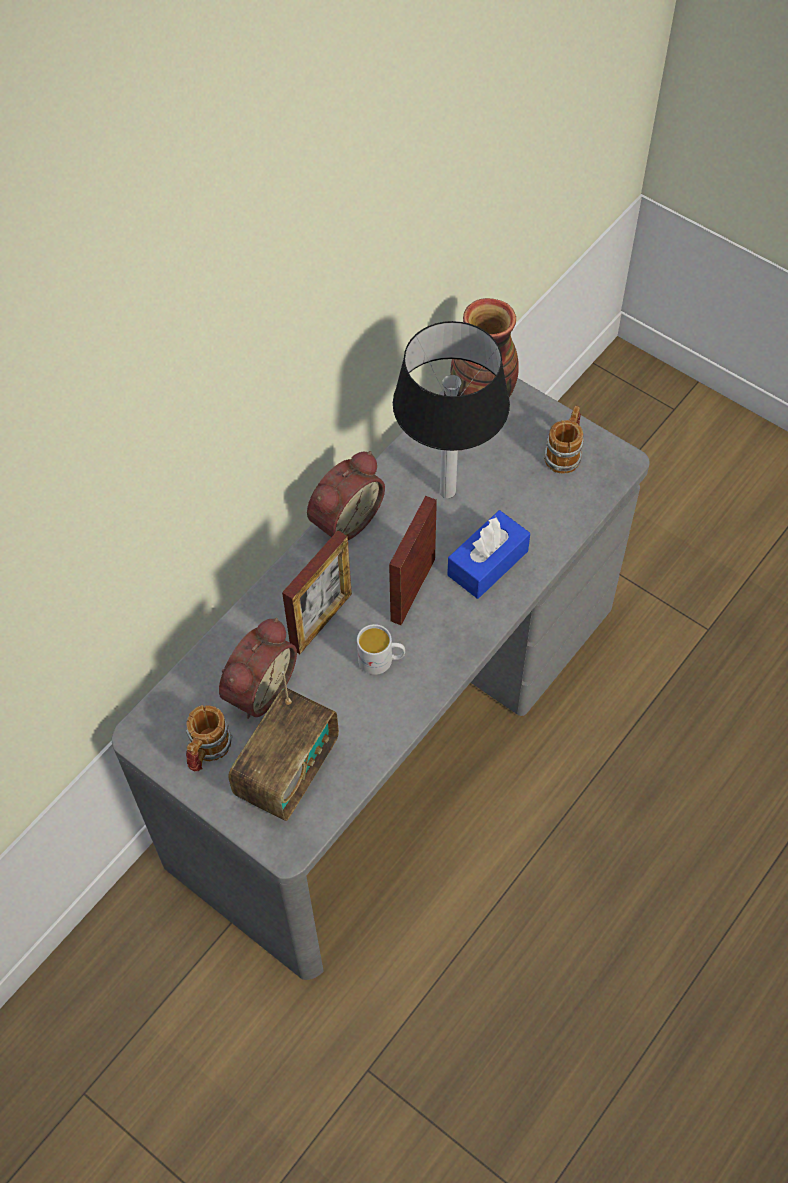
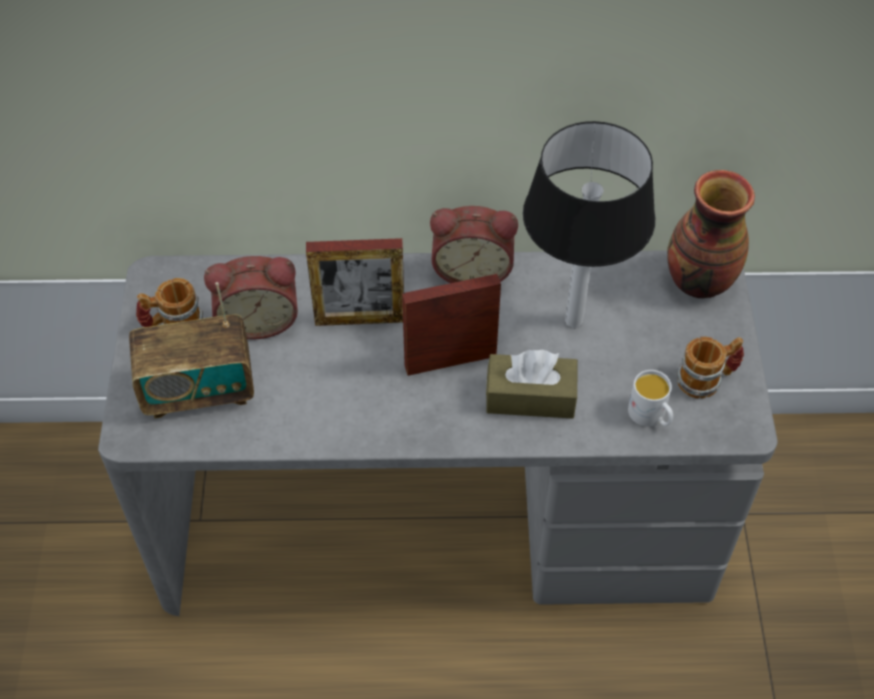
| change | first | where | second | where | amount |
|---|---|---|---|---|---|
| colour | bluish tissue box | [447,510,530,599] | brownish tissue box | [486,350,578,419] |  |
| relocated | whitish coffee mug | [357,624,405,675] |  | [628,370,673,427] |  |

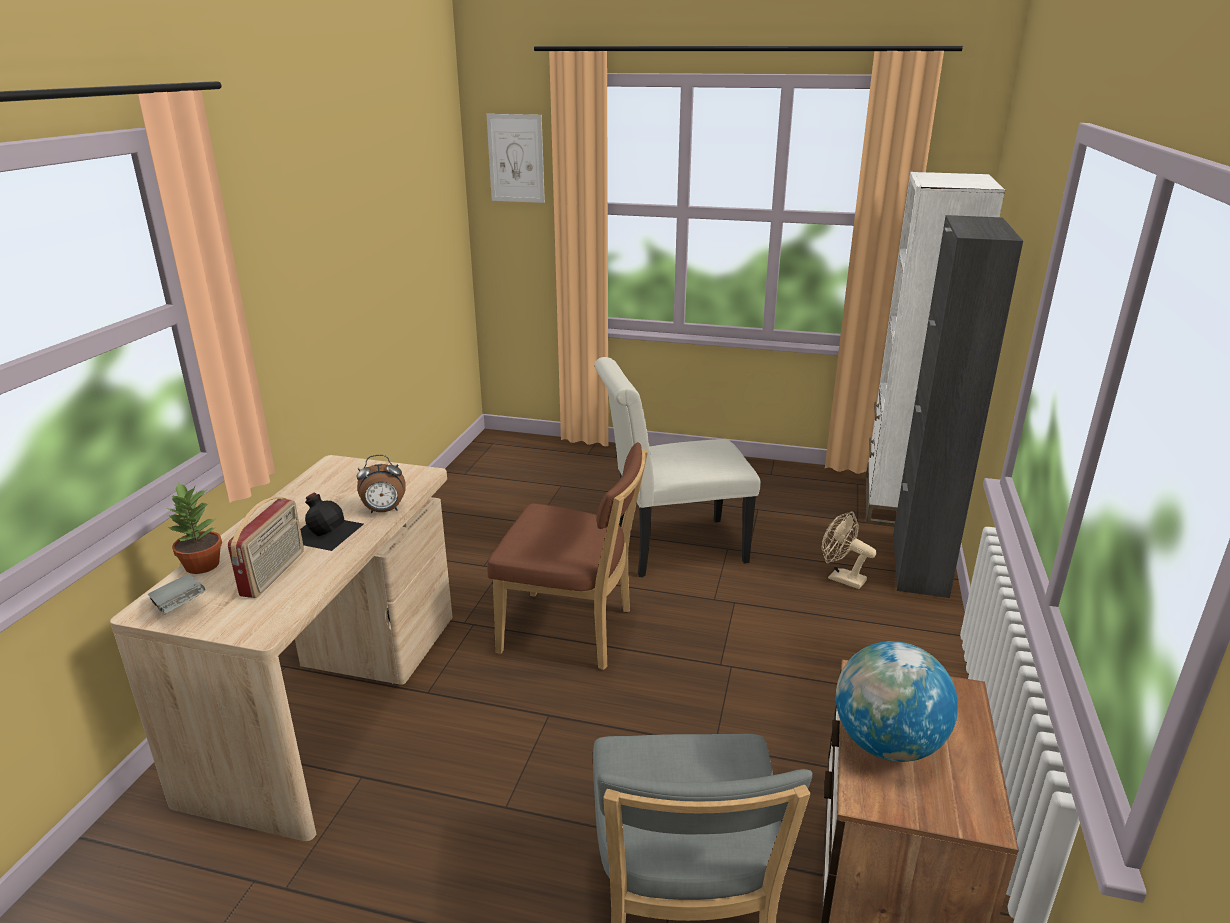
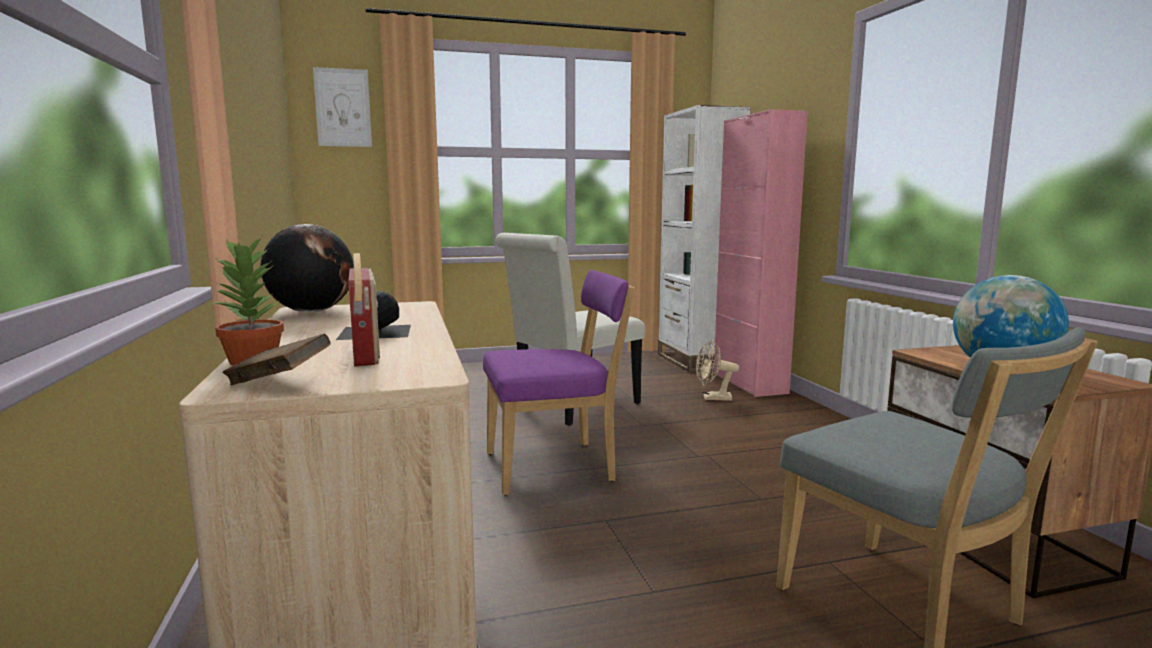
| change | first | where | second | where | amount |
|---|---|---|---|---|---|
| colour | black-coloured cabinet | [893,215,1023,598] | pink-coloured cabinet | [714,109,808,397] |  |
| colour | brownish upright chair | [487,442,648,670] | purple upright chair | [483,270,635,495] |  |
| missing | table clock | [356,455,406,514] |  |  |  |
| colour | grey volume | [148,575,206,614] | brownish volume | [222,334,330,386] |  |
| appeared |  |  | globe | [261,224,354,312] |  |

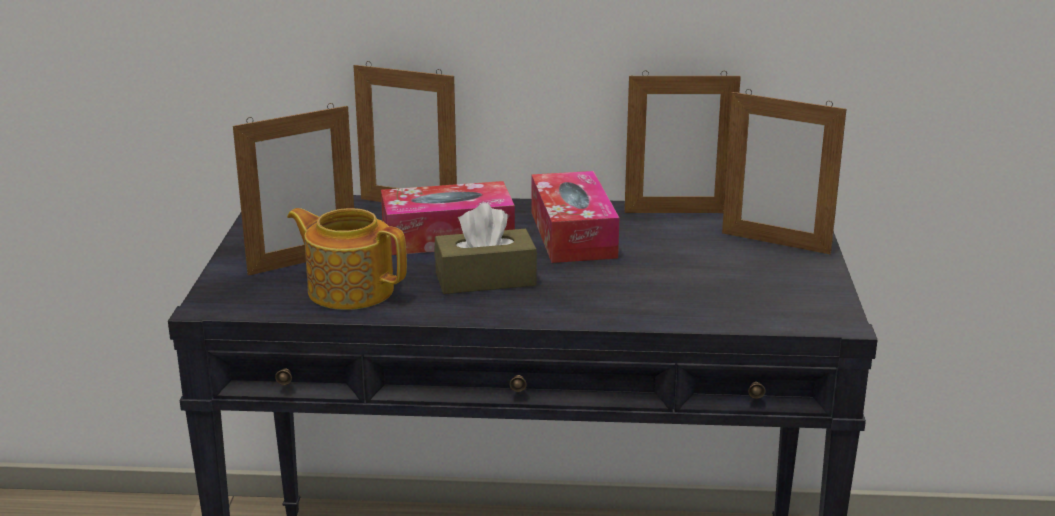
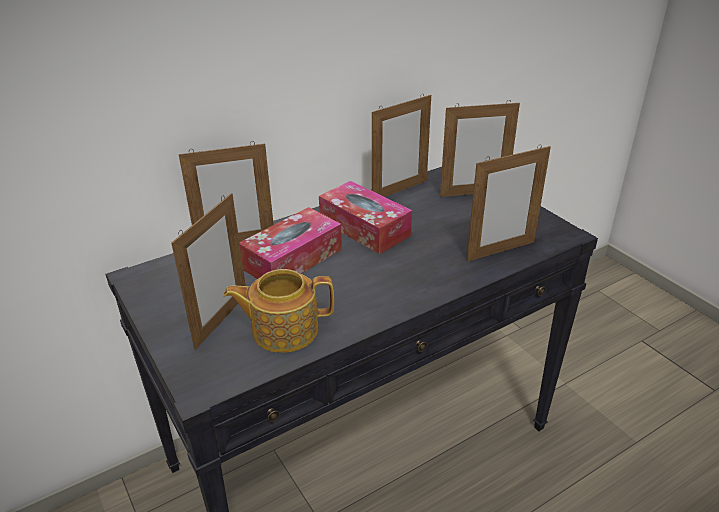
| change | first | where | second | where | amount |
|---|---|---|---|---|---|
| missing | brownish tissue box | [435,203,537,294] |  |  |  |
| appeared |  |  | photo frame | [467,145,551,262] |  |

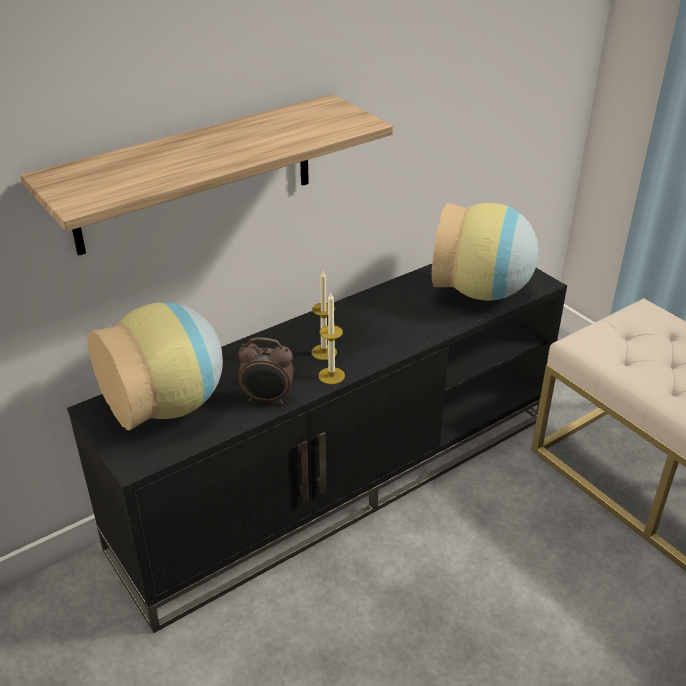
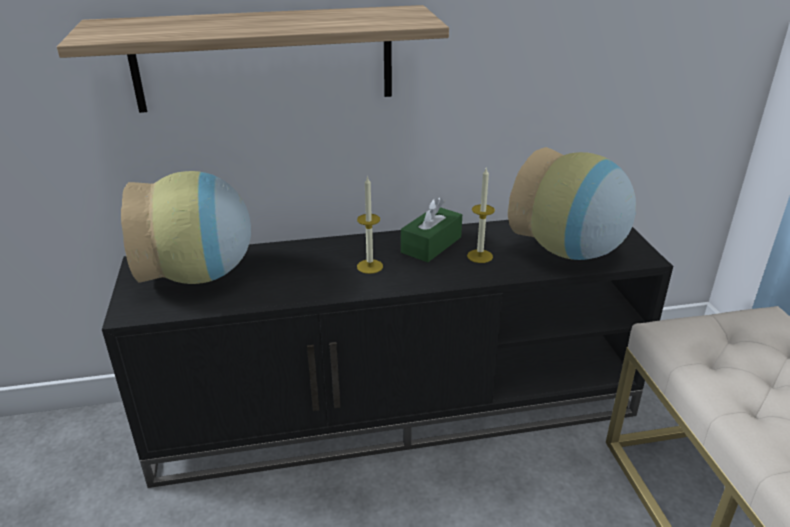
| change | first | where | second | where | amount |
|---|---|---|---|---|---|
| relocated | candle | [318,293,345,384] |  | [467,168,495,263] |  |
| missing | table clock | [238,338,293,404] |  |  |  |
| appeared |  |  | green tissue box | [401,197,462,262] |  |

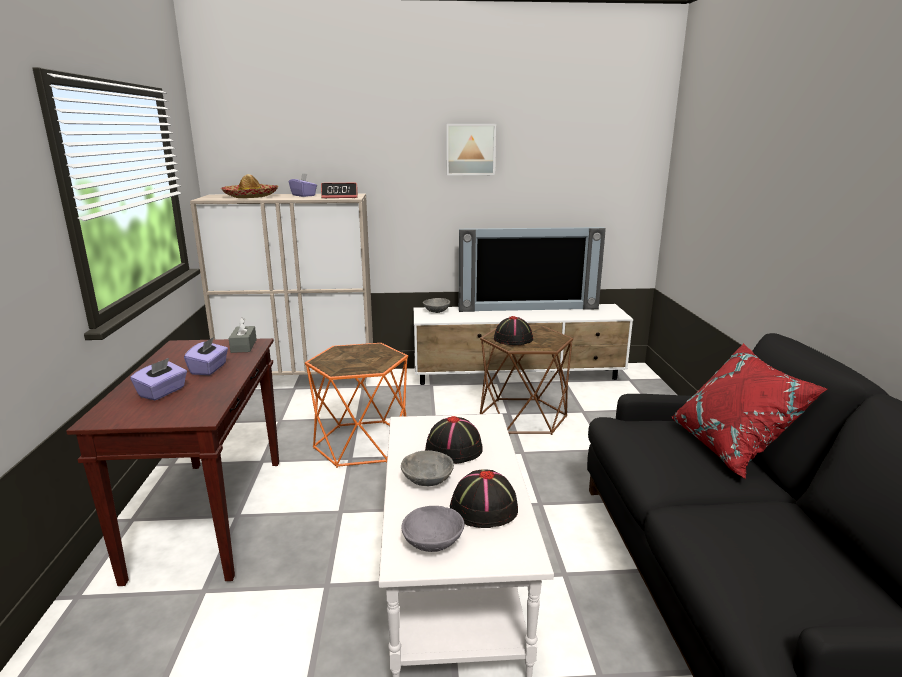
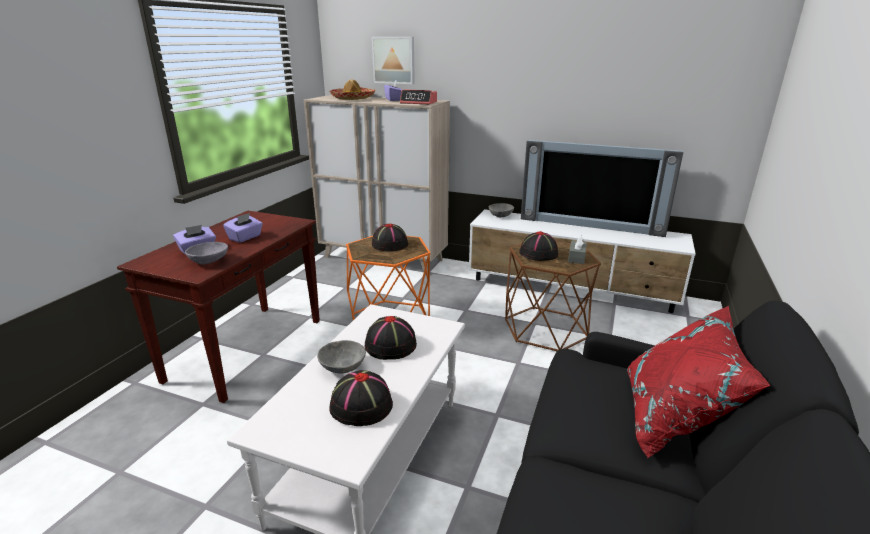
| change | first | where | second | where | amount |
|---|---|---|---|---|---|
| relocated | picture | [446,124,496,175] |  | [372,37,415,84] |  |
| relocated | grey tissue box | [229,317,257,353] |  | [568,235,587,264] |  |
| relocated | grey bowl | [401,506,464,552] |  | [185,242,228,265] |  |
| appeared |  |  | black-coloured hat | [372,224,408,251] |  |

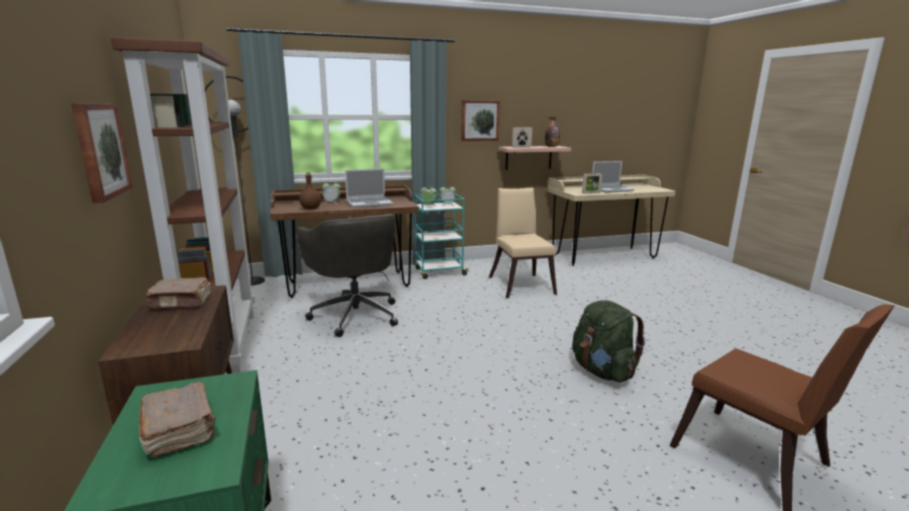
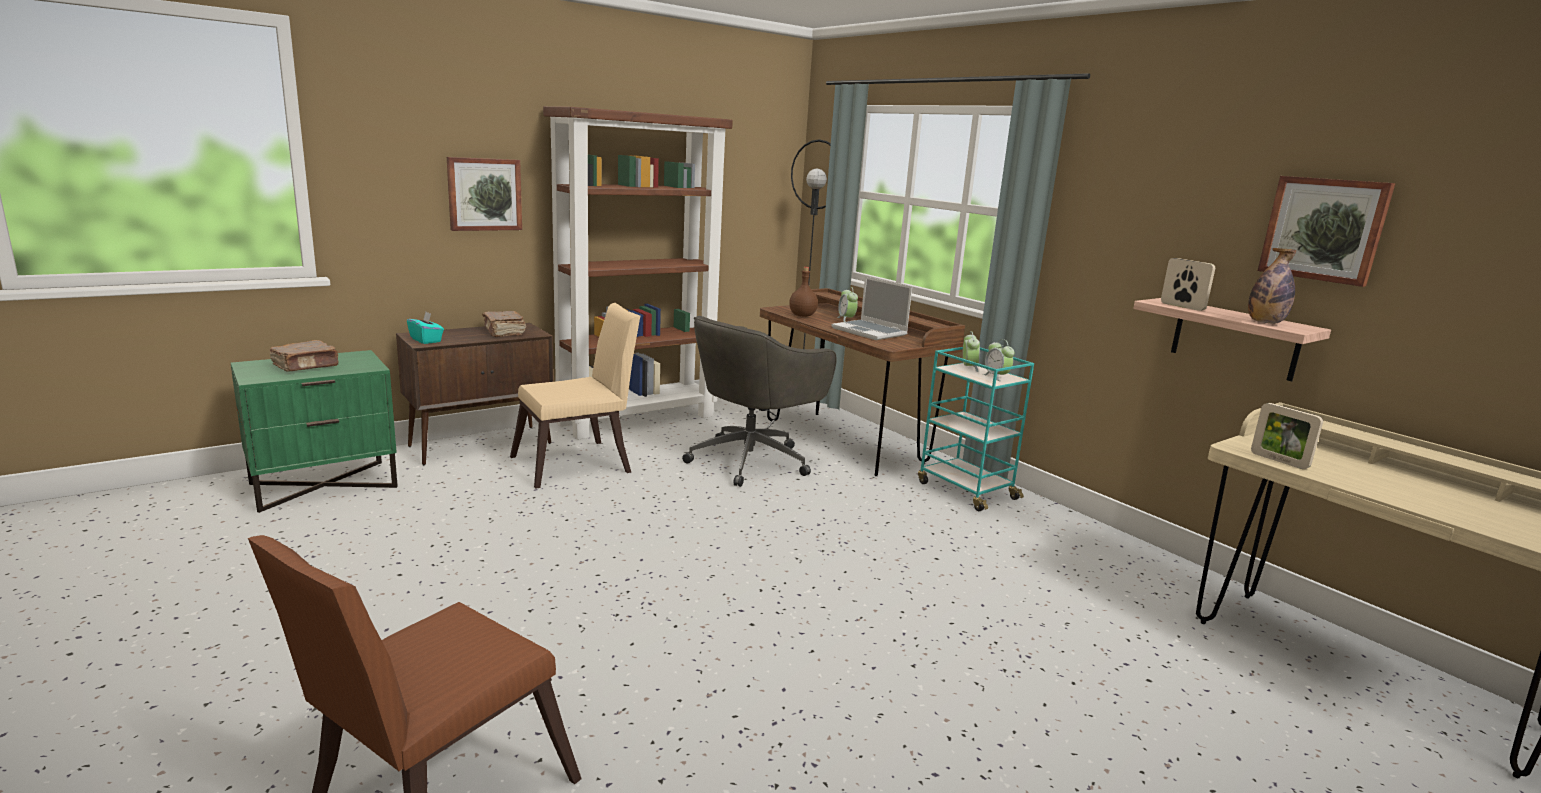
| change | first | where | second | where | amount |
|---|---|---|---|---|---|
| relocated | picture | [461,100,500,141] |  | [1258,176,1395,287] |  |
| missing | notebook computer | [592,161,634,193] |  |  |  |
| relocated | beige upright chair | [489,187,557,298] |  | [510,303,640,489] |  |
| missing | green rucksack | [572,300,645,382] |  |  |  |
| appeared |  |  | turquoise-coloured tissue box | [407,312,444,344] |  |

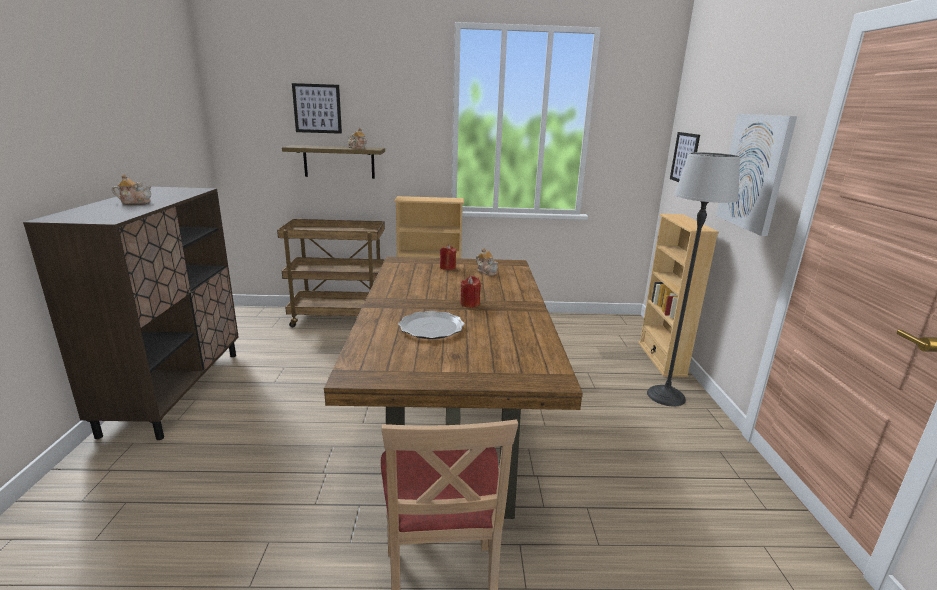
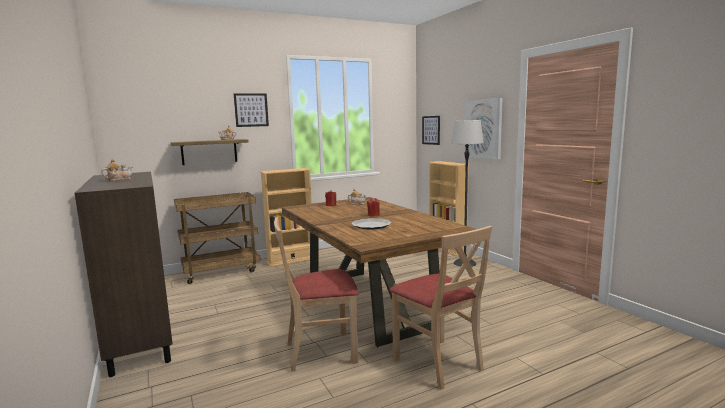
| change | first | where | second | where | amount |
|---|---|---|---|---|---|
| relocated | picture | [292,83,342,134] |  | [233,93,269,127] |  |
| appeared |  |  | beige upright chair | [274,217,359,371] |  |

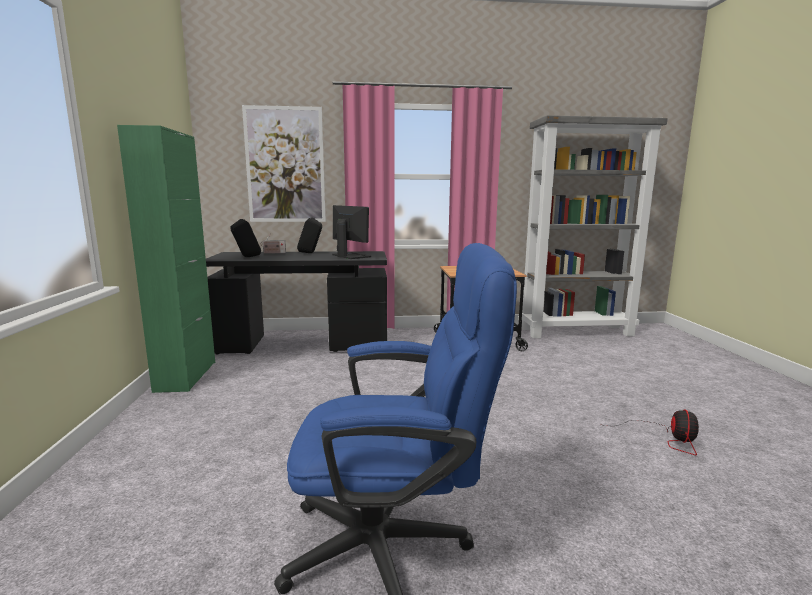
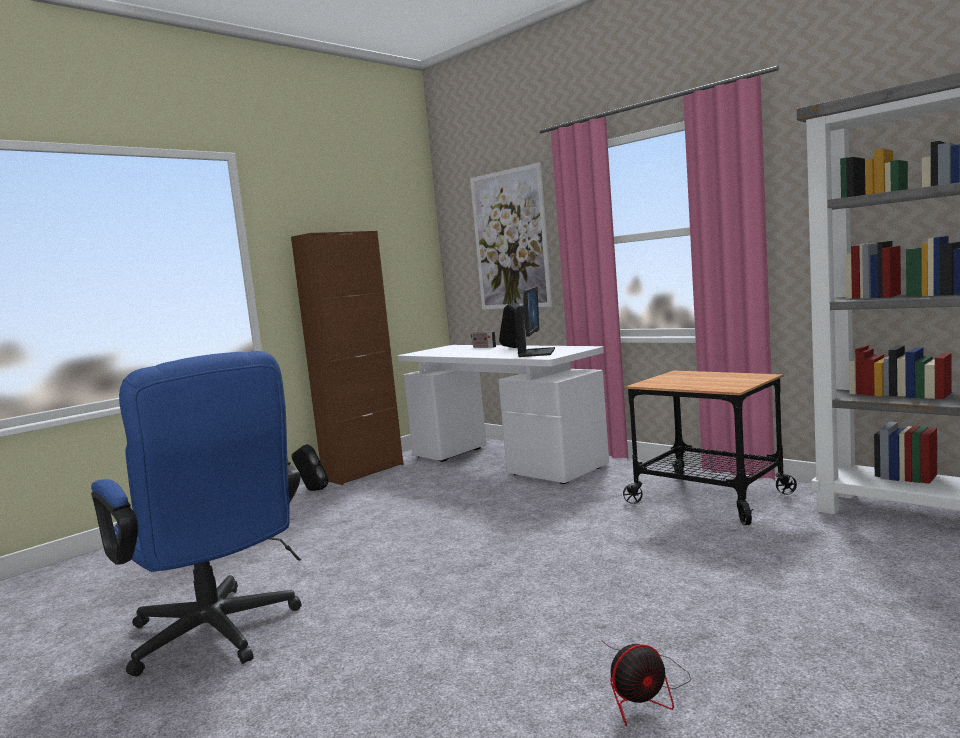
| change | first | where | second | where | amount |
|---|---|---|---|---|---|
| colour | green cabinet | [117,125,215,393] | brownish cabinet | [291,231,404,485] |  |
| relocated | black-coloured loudspeaker | [231,219,261,257] |  | [291,444,329,491] |  |
| colour | black-coloured desk | [206,251,387,355] | whitish desk | [397,345,609,484] |  |

